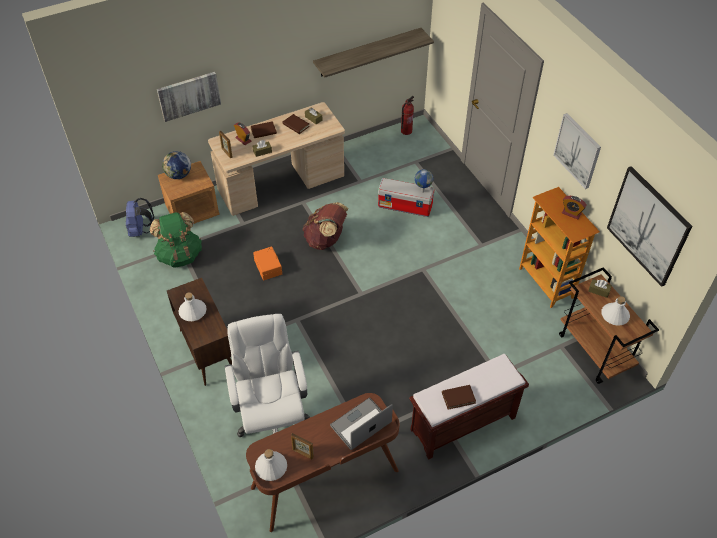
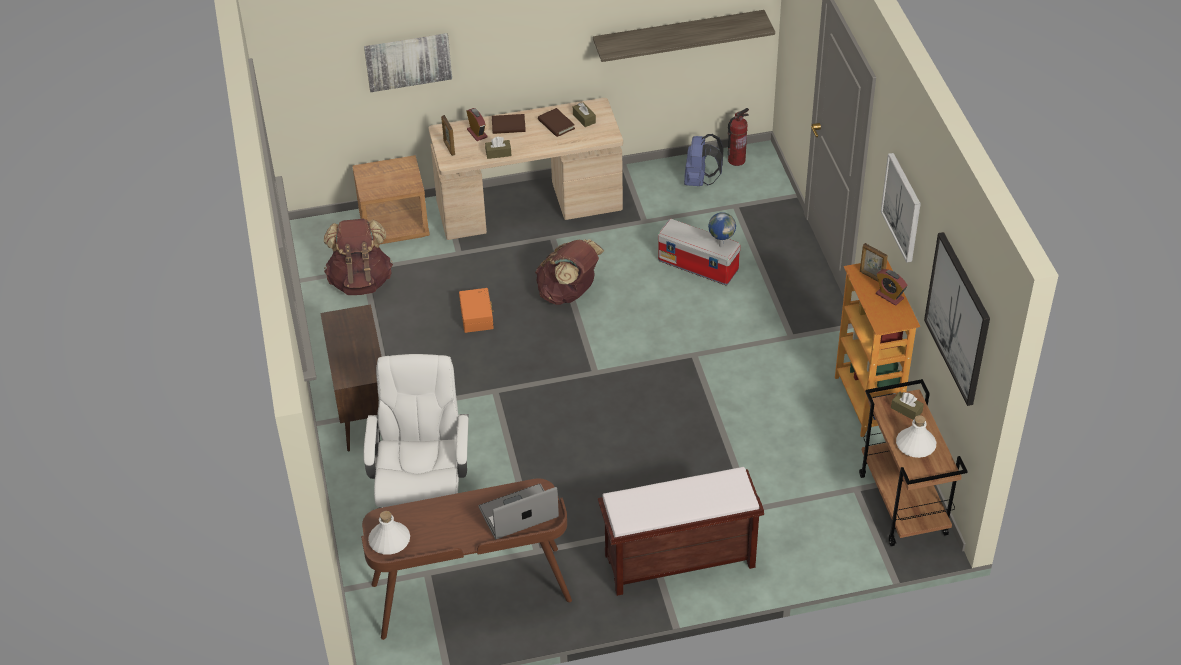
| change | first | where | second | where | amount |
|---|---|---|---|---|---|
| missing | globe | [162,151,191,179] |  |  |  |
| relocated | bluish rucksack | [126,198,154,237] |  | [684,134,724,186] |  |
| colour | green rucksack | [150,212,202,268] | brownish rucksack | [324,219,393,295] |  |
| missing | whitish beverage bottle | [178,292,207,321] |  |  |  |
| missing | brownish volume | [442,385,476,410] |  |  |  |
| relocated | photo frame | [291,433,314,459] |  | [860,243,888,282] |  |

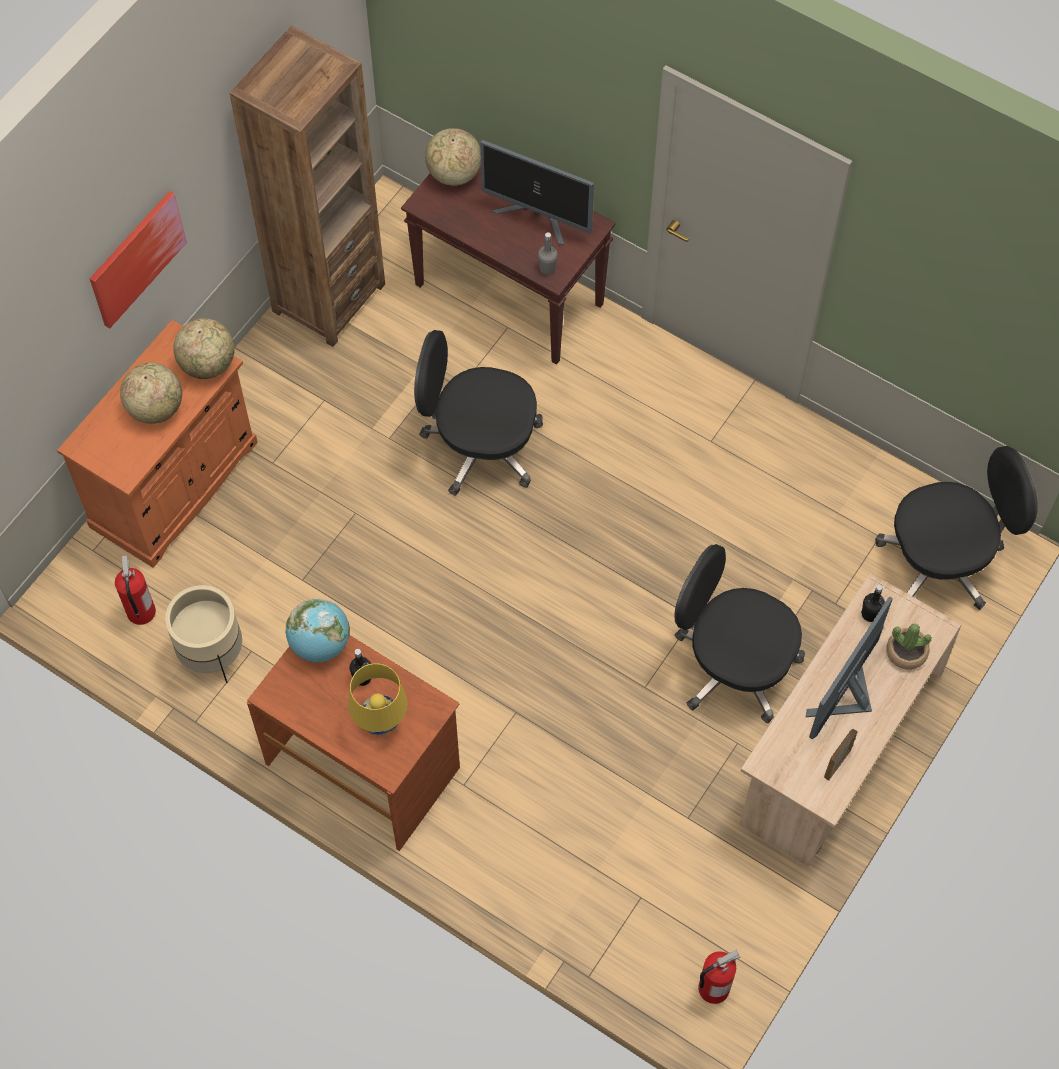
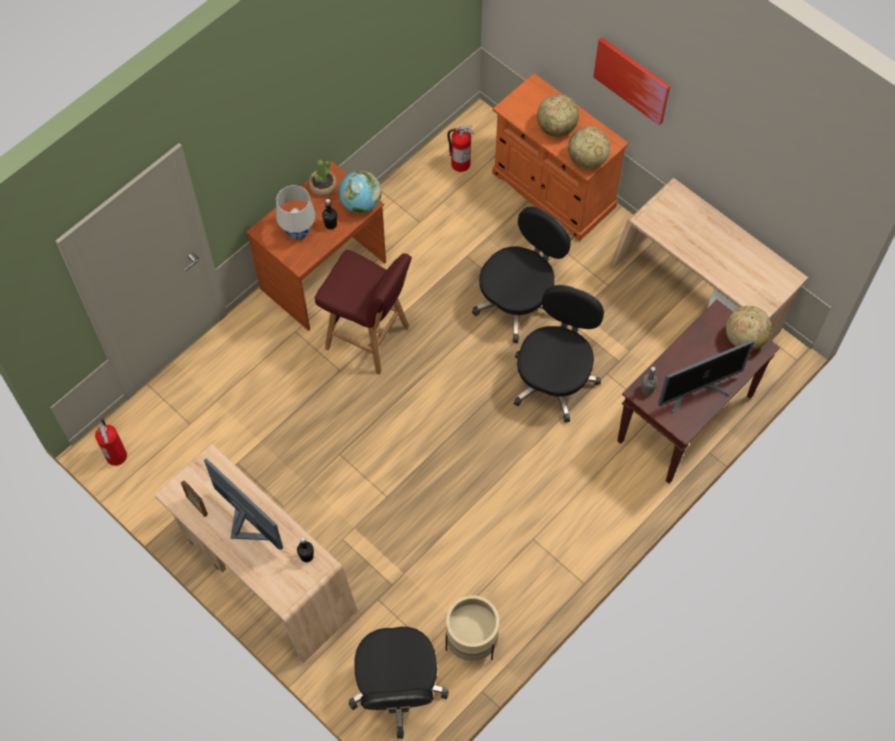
| change | first | where | second | where | amount |
|---|---|---|---|---|---|
| exchanged | brownish bookcase | [230,26,385,347] | beige desk | [610,178,808,341] |  |
| spun | monitor | [480,140,594,246] |  | [658,340,754,413] | 150 degrees counterclockwise |
| relocated | black-coloured desk chair | [675,544,805,723] |  | [472,206,571,343] |  |
| relocated | beige plant pot | [165,585,242,683] |  | [446,595,499,661] |  |
| relocated | houseplant | [887,623,932,670] |  | [309,160,337,197] |  |
| colour | yellow tabletop lamp | [348,663,408,735] | whitish tabletop lamp | [276,185,316,239] |  |
| appeared |  |  | reddish stool seat | [315,250,412,375] |  |

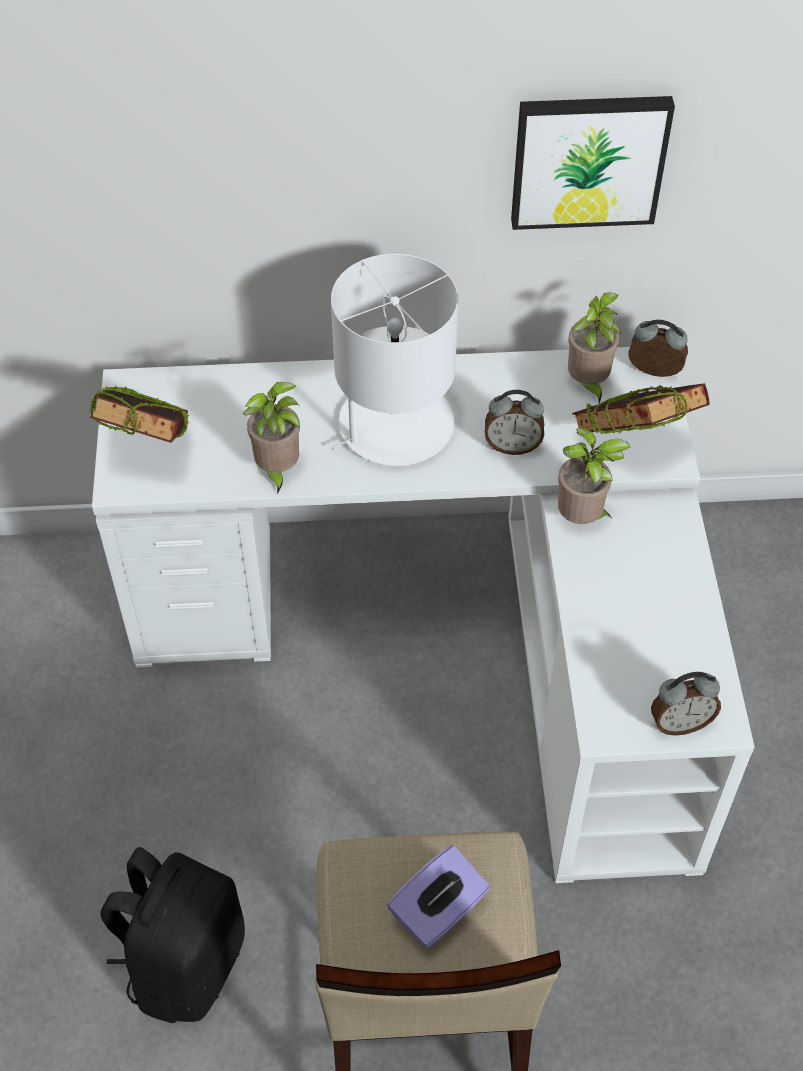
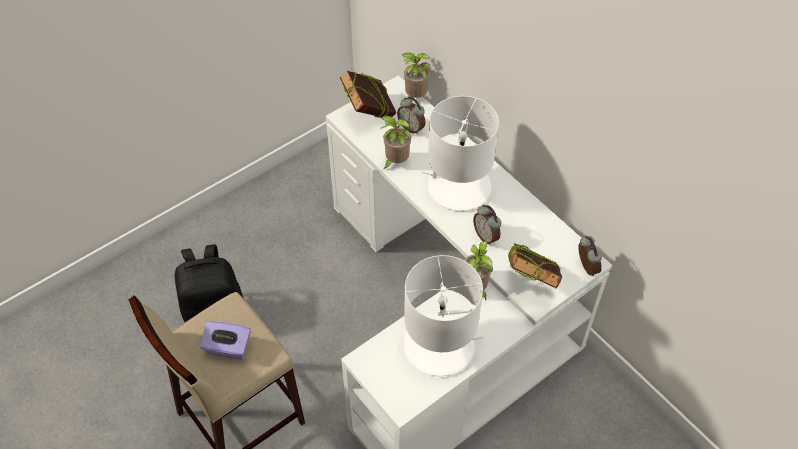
| change | first | where | second | where | amount |
|---|---|---|---|---|---|
| missing | picture | [511,96,675,230] |  |  |  |
| relocated | houseplant | [568,293,622,403] |  | [402,52,430,98] |  |
| relocated | table clock | [651,672,721,736] |  | [397,97,425,134] |  |
| appeared |  |  | whitish tabletop lamp | [404,255,484,376] |  |

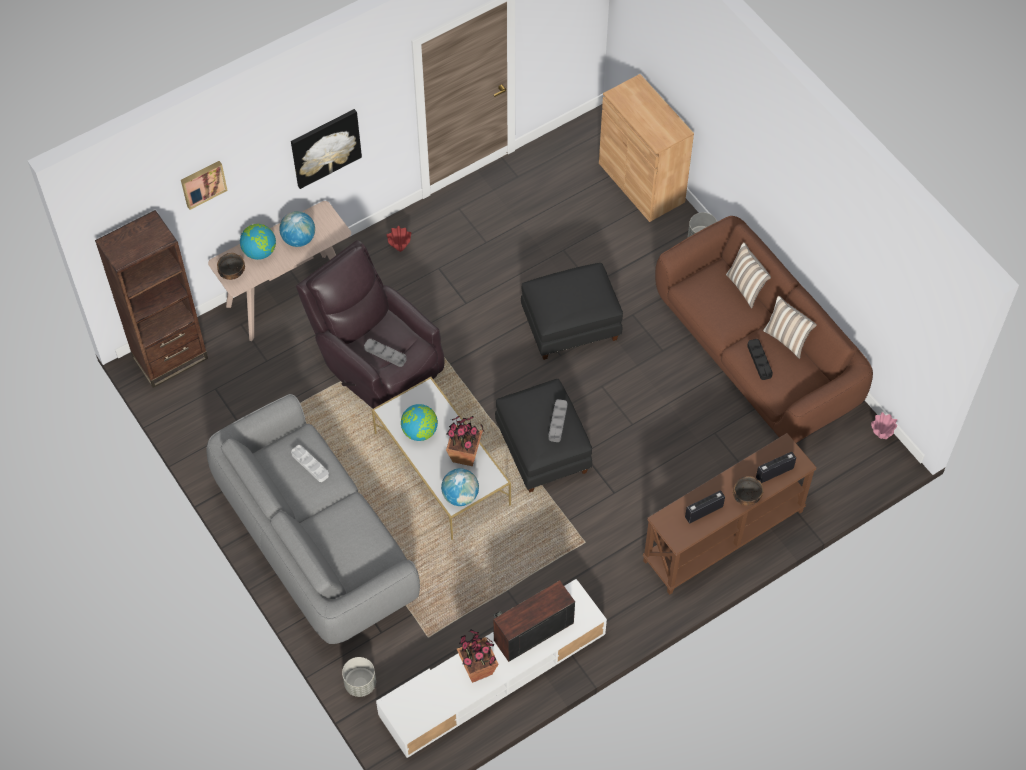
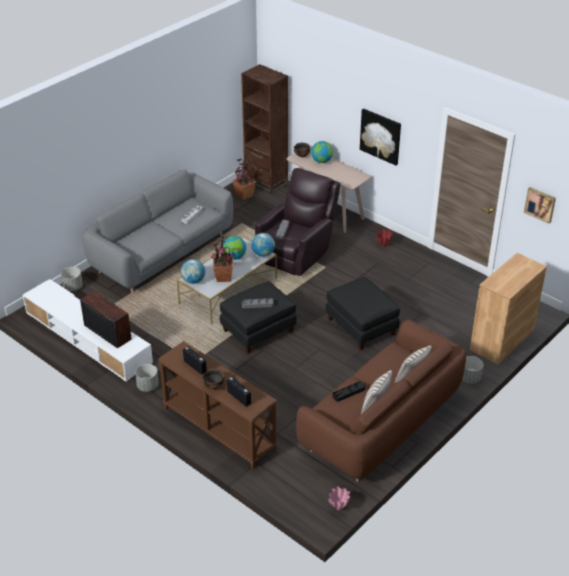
| change | first | where | second | where | amount |
|---|---|---|---|---|---|
| relocated | picture | [181,161,228,210] |  | [524,187,556,224] |  |
| relocated | globe | [279,211,315,247] |  | [251,233,275,257] |  |
| relocated | houseplant | [457,629,498,683] |  | [232,158,256,200] |  |
| appeared |  |  | grey plant pot | [135,364,159,392] |  |

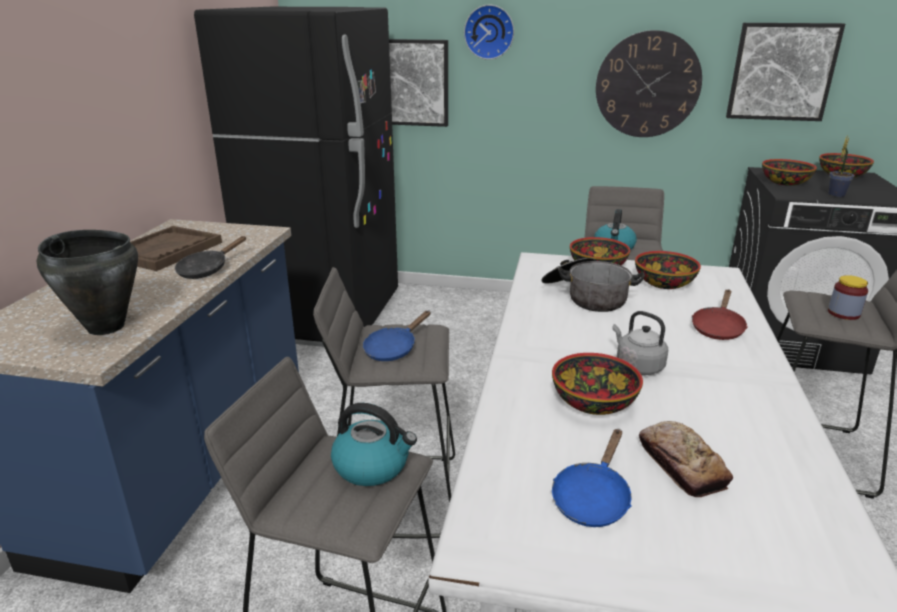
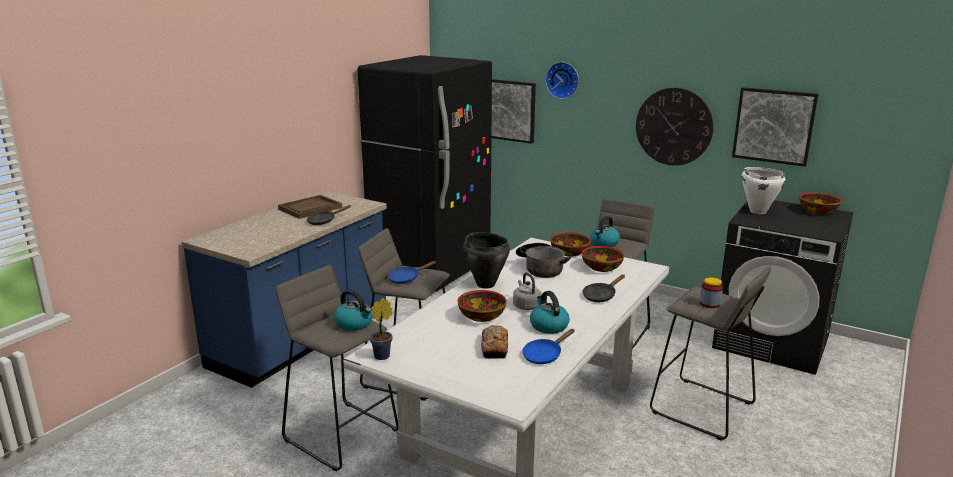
| change | first | where | second | where | amount |
|---|---|---|---|---|---|
| relocated | houseplant | [828,134,854,197] |  | [370,298,393,360] |  |
| exchanged | bowl | [762,159,817,186] | whitish stockpot | [742,167,785,214] |  |
| relocated | black-coloured stockpot | [37,230,138,335] |  | [463,232,510,289] |  |
| colour | reddish pan | [692,289,748,340] | black-coloured pan | [583,275,625,302] |  |
| relocated | bluish pan | [552,429,632,527] |  | [522,329,575,364] |  |
| appeared |  |  | kettle | [530,291,570,334] |  |

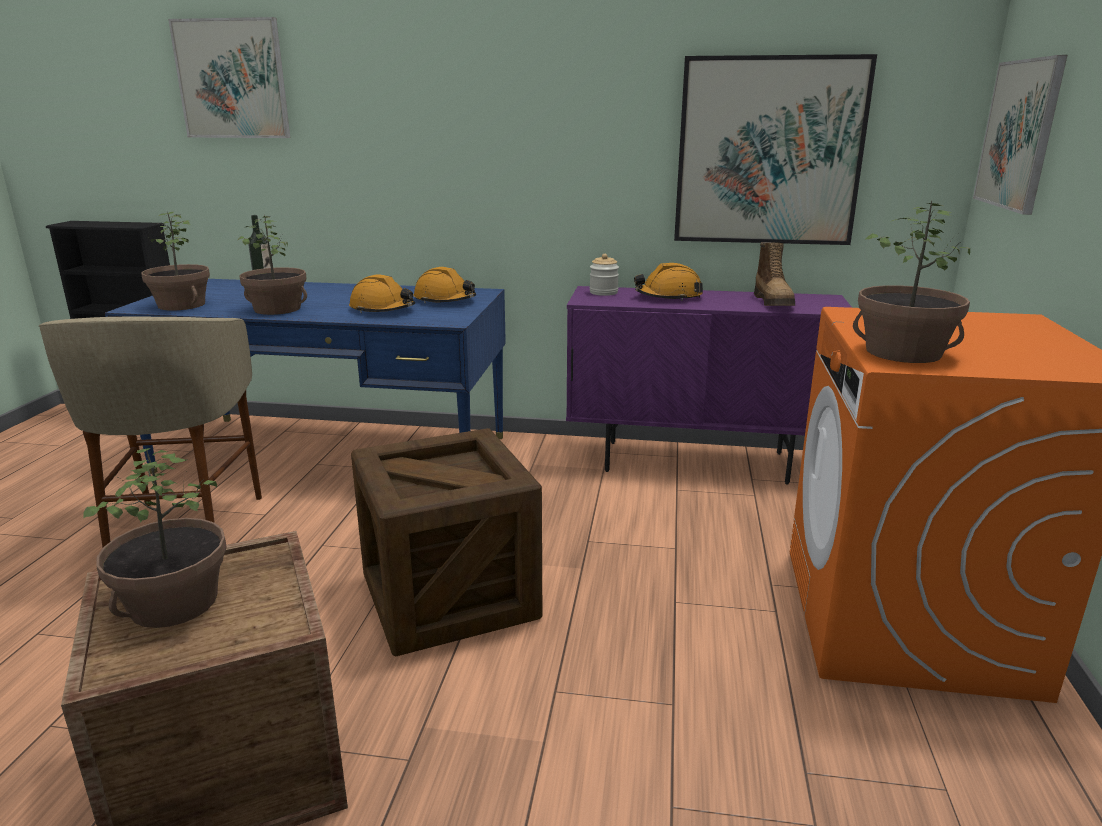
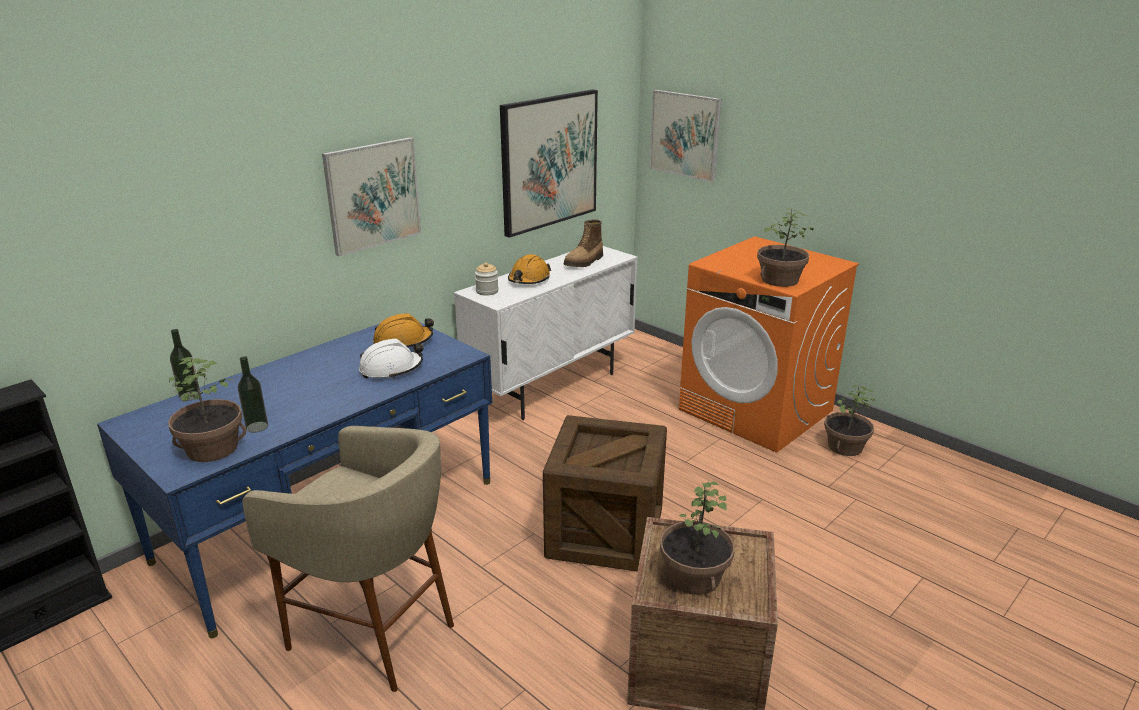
| change | first | where | second | where | amount |
|---|---|---|---|---|---|
| relocated | picture | [168,17,290,138] |  | [322,137,422,256] |  |
| relocated | houseplant | [238,215,307,315] |  | [824,385,875,456] |  |
| spun | tall boot | [754,242,795,306] |  | [564,219,603,267] | 90 degrees clockwise |
| colour | orangey safety helmet | [349,274,415,313] | whitish safety helmet | [359,338,423,379] |  |
| colour | purple cabinet | [566,286,852,484] | whitish cabinet | [454,246,638,420] |  |
| appeared |  |  | beverage bottle | [238,356,268,433] |  |

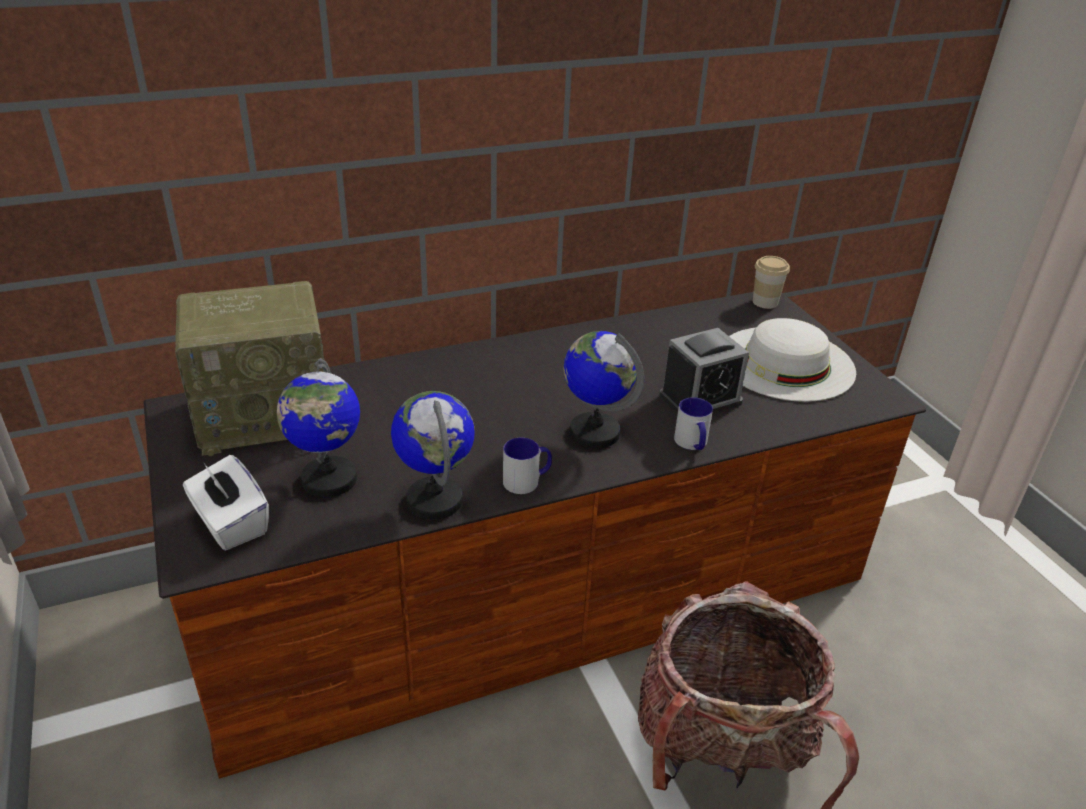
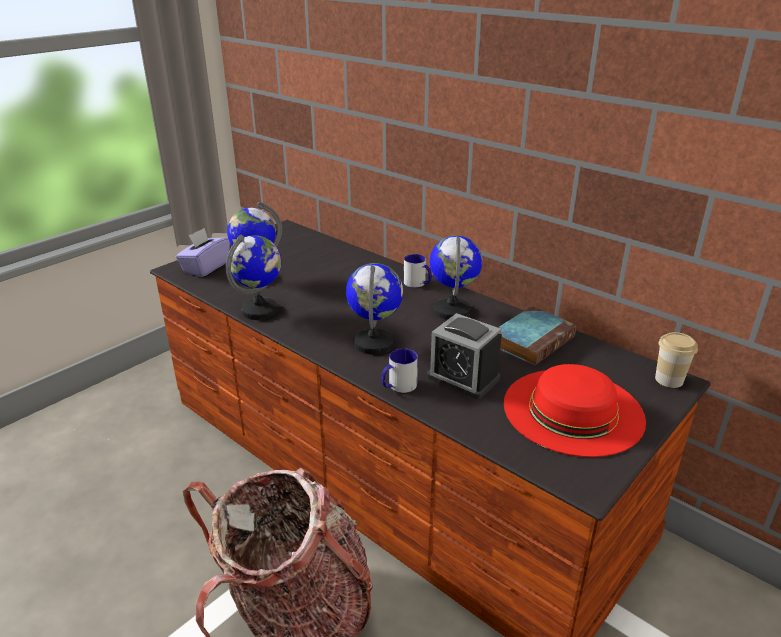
| change | first | where | second | where | amount |
|---|---|---|---|---|---|
| missing | radio set | [175,281,324,456] |  |  |  |
| colour | whitish hat | [729,318,856,402] | reddish hat | [504,364,646,457] |  |
| relocated | coffee mug | [503,438,552,494] |  | [404,254,432,288] |  |
| colour | whitish tissue box | [183,455,269,550] | purple tissue box | [176,228,230,277] |  |
| appeared |  |  | globe | [430,235,482,319] |  |
| appeared |  |  | volume | [498,306,577,366] |  |

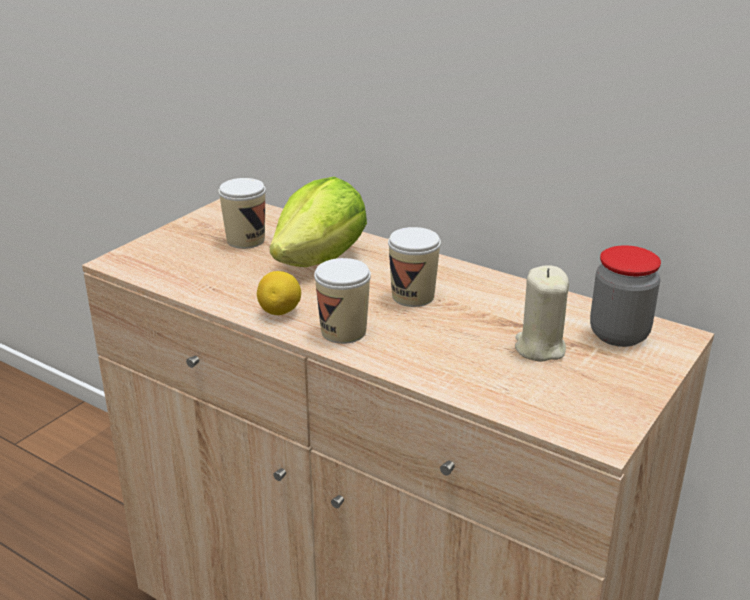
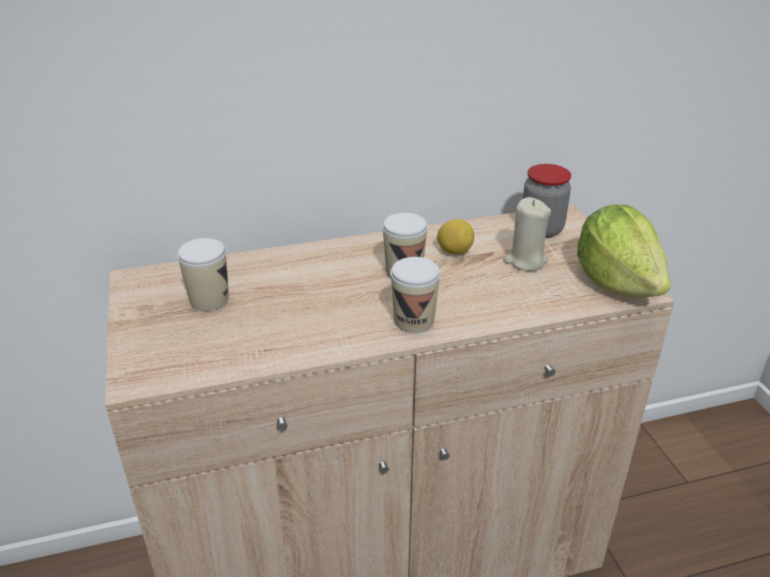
| change | first | where | second | where | amount |
|---|---|---|---|---|---|
| relocated | lettuce head | [270,177,367,267] |  | [577,205,671,298] |  |
| relocated | whole lemon | [257,271,301,315] |  | [437,219,474,255] |  |

